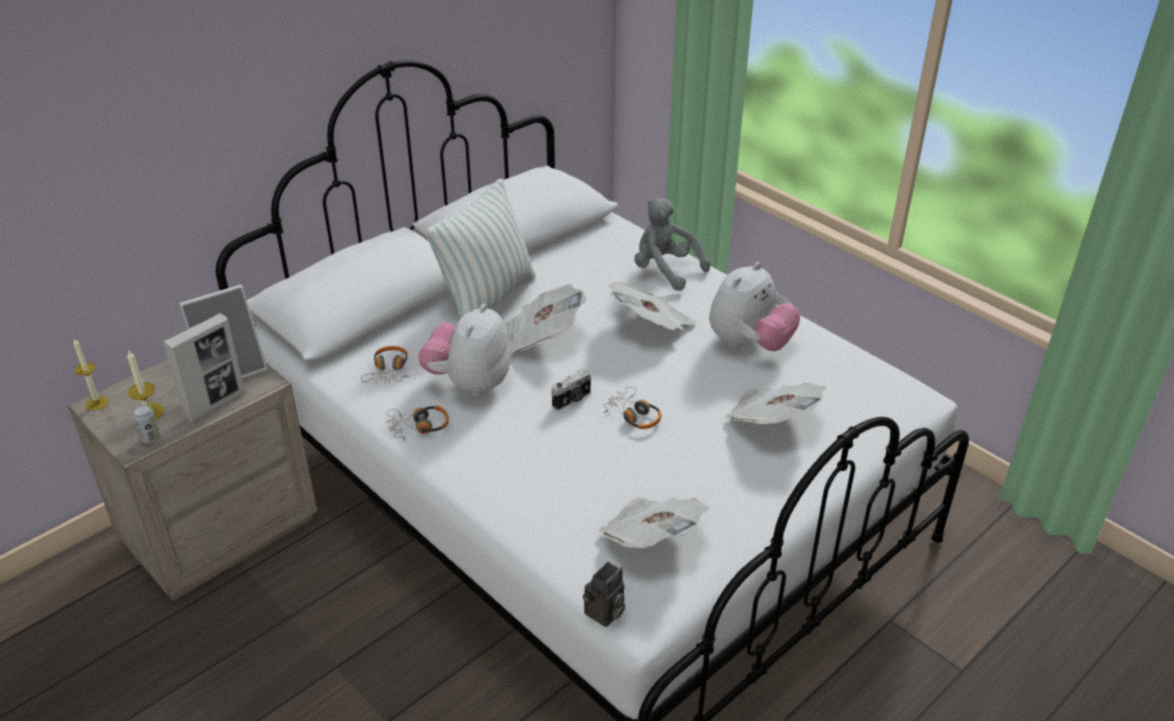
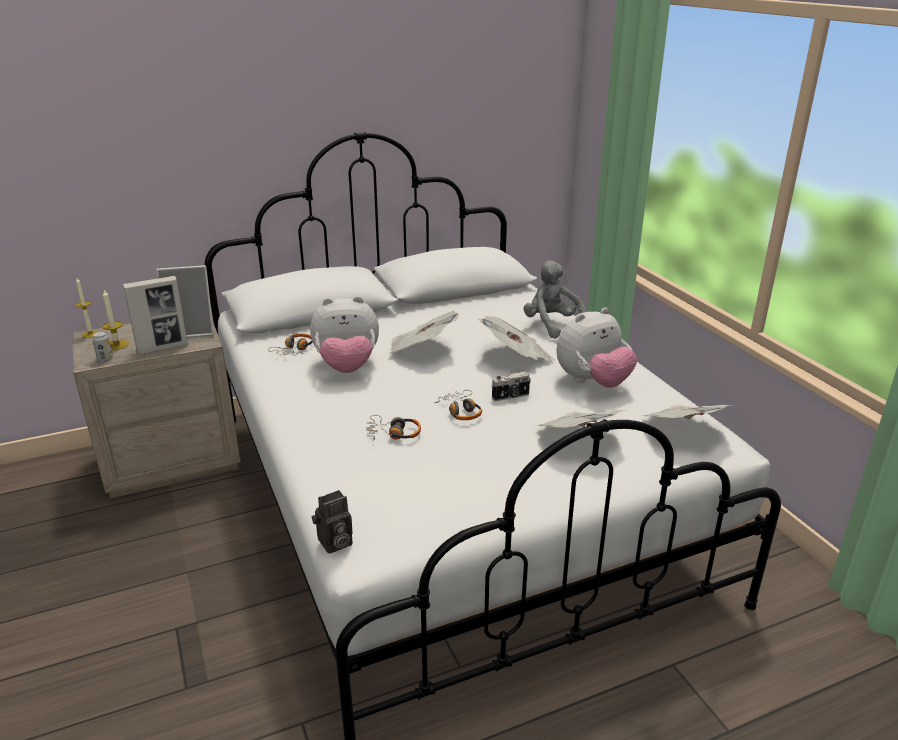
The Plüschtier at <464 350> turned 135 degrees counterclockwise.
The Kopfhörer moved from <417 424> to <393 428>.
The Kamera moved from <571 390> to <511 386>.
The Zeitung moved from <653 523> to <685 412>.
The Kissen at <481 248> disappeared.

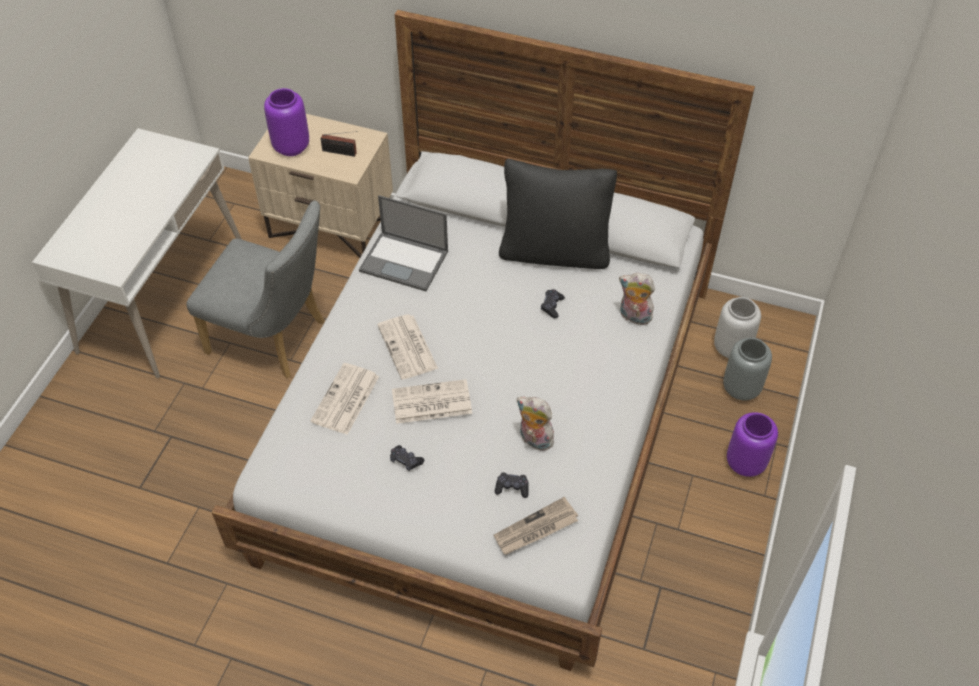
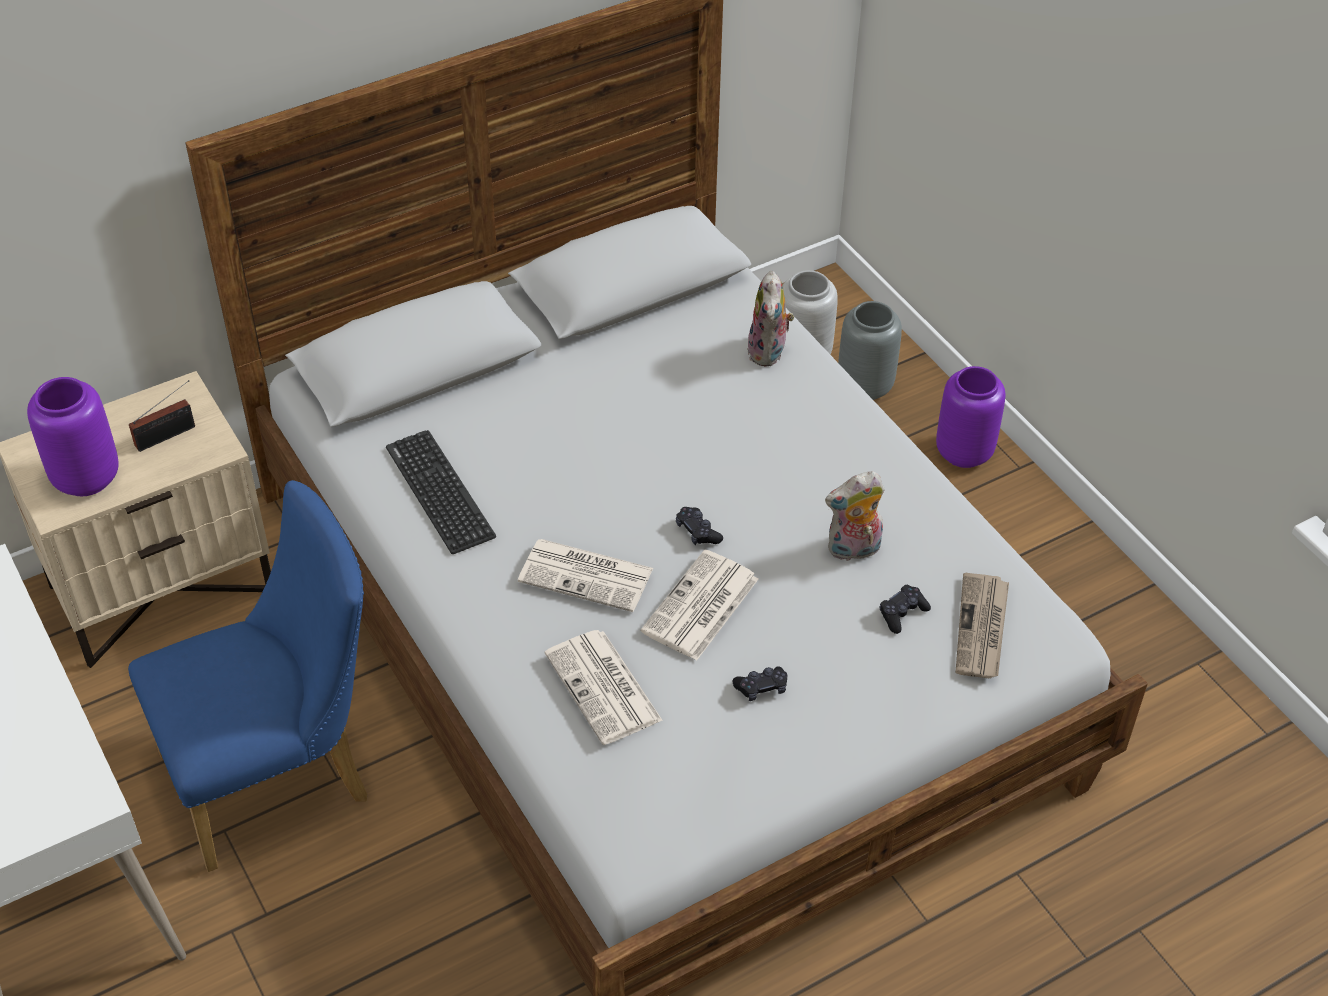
The Stuhl/grau at <255 289> became the Stuhl/blau at <247 676>.
The Laptop at <403 243> was replaced by the Tastatur at <441 492>.
The Gamepad/schwarz moved from <553 303> to <699 526>.
The Plüschtier at <637 299> turned 60 degrees counterclockwise.
The Kissen/schwarz at <558 214> disappeared.

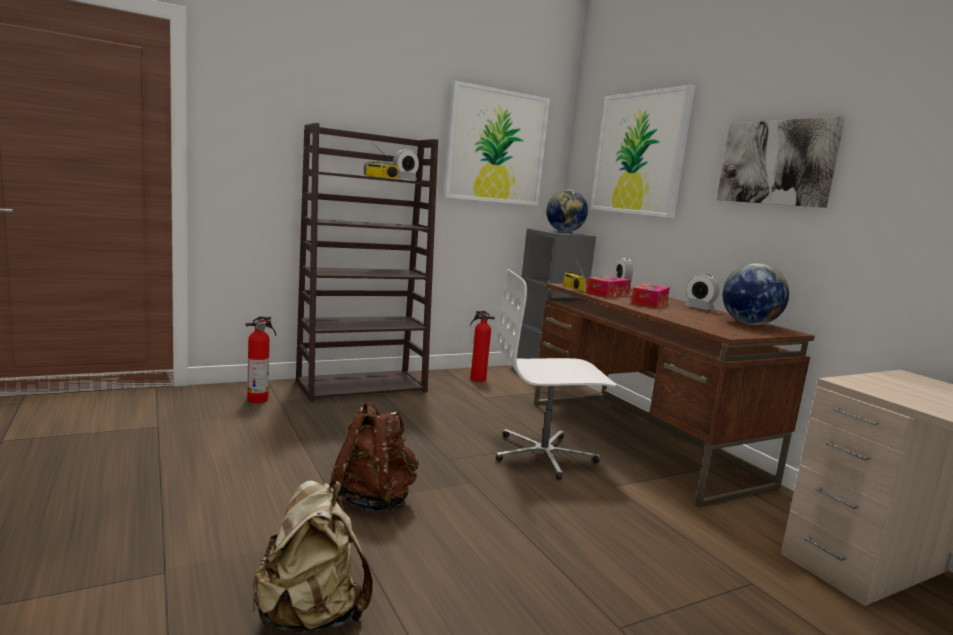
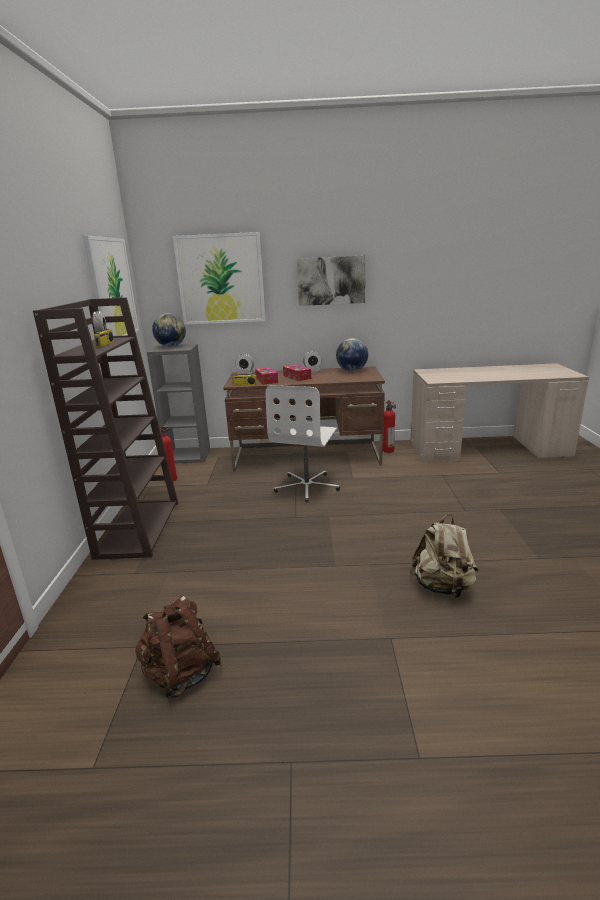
The Rucksack/braun moved from <374 456> to <178 647>.
The Feuerlöscher moved from <260 359> to <389 426>.

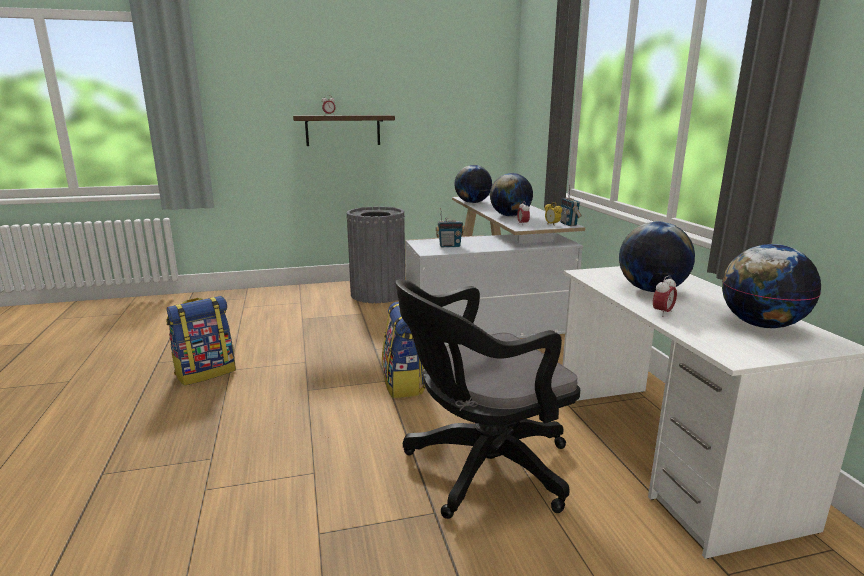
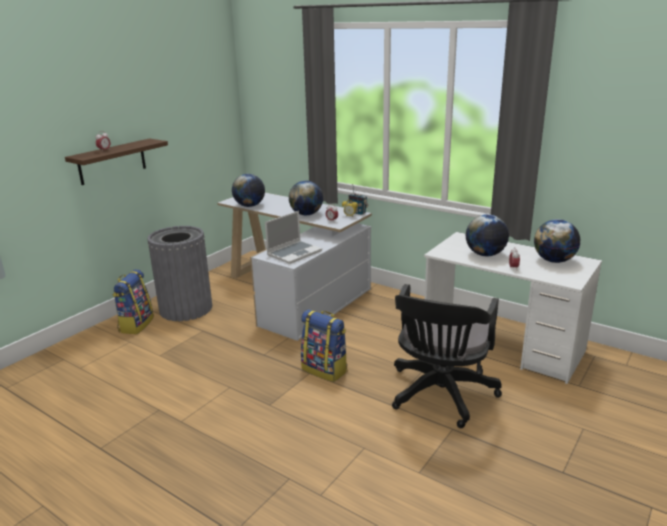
The Rucksack moved from <201 341> to <133 301>.
The Radio at <450 227> was replaced by the Laptop at <293 237>.

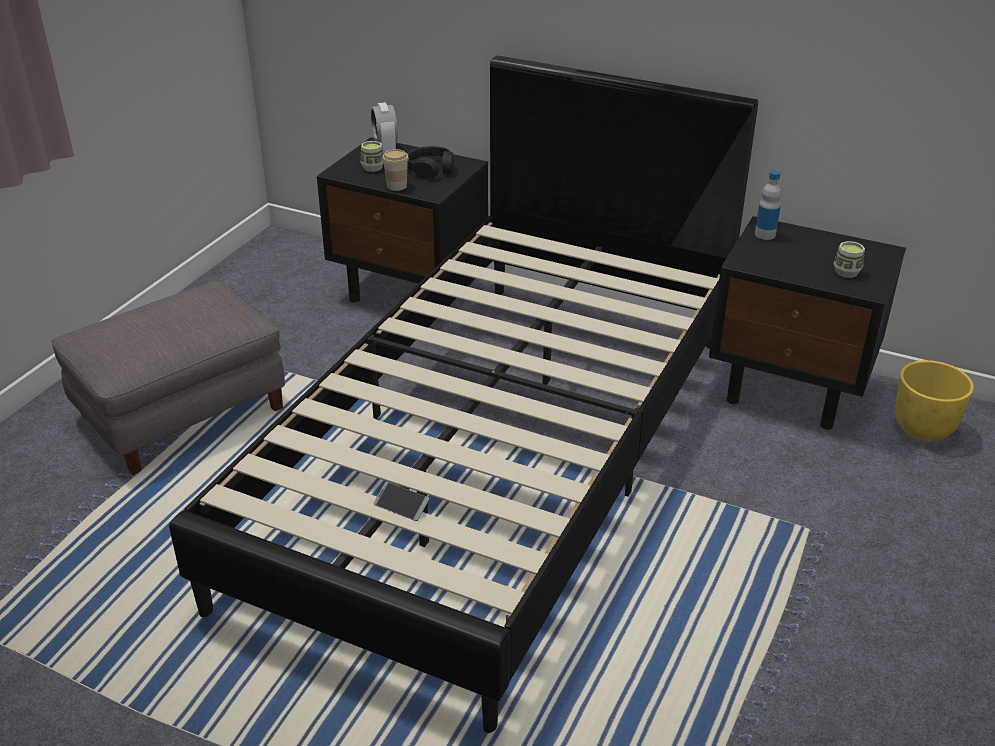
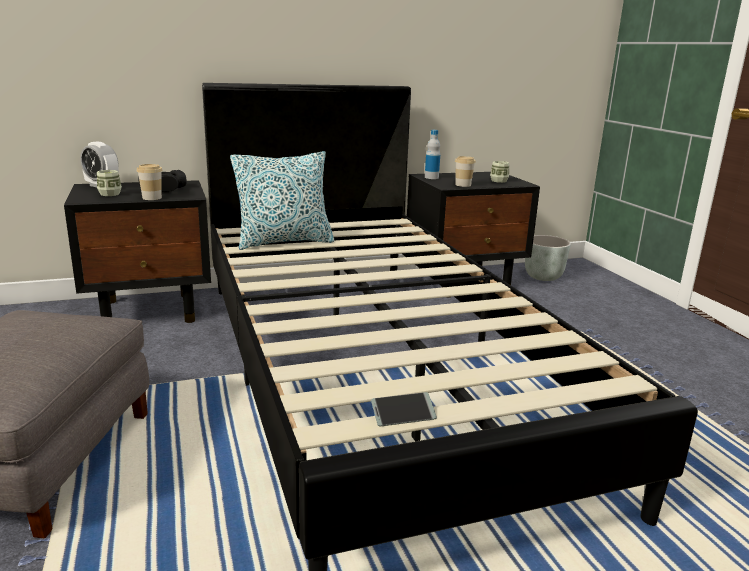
The Kissen at <282 200> appeared.
The Handy moved from <401 501> to <404 409>.
The Tasse at <465 171> appeared.
The Pflanzkübel/gelb at <934 400> became the Pflanzkübel/grau at <548 258>.

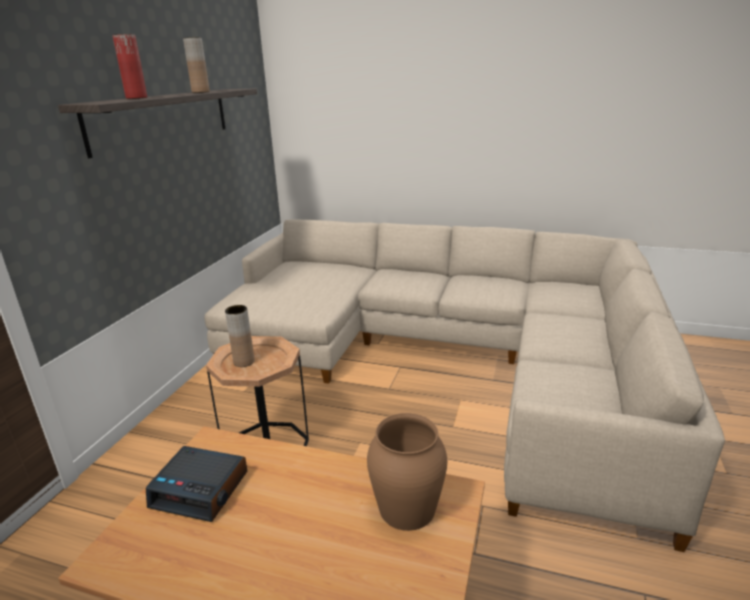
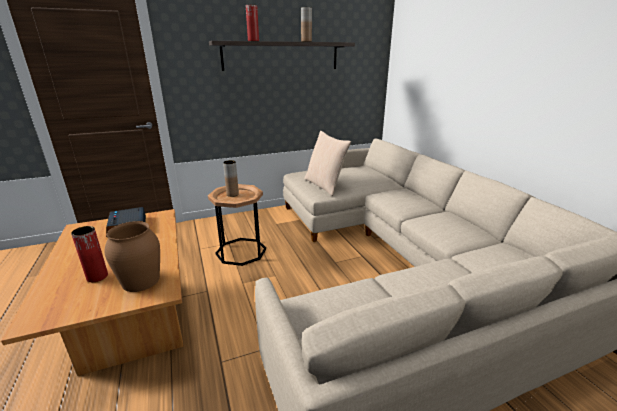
The Vase/rot at <89 254> appeared.
The Kissen/beige at <328 163> appeared.

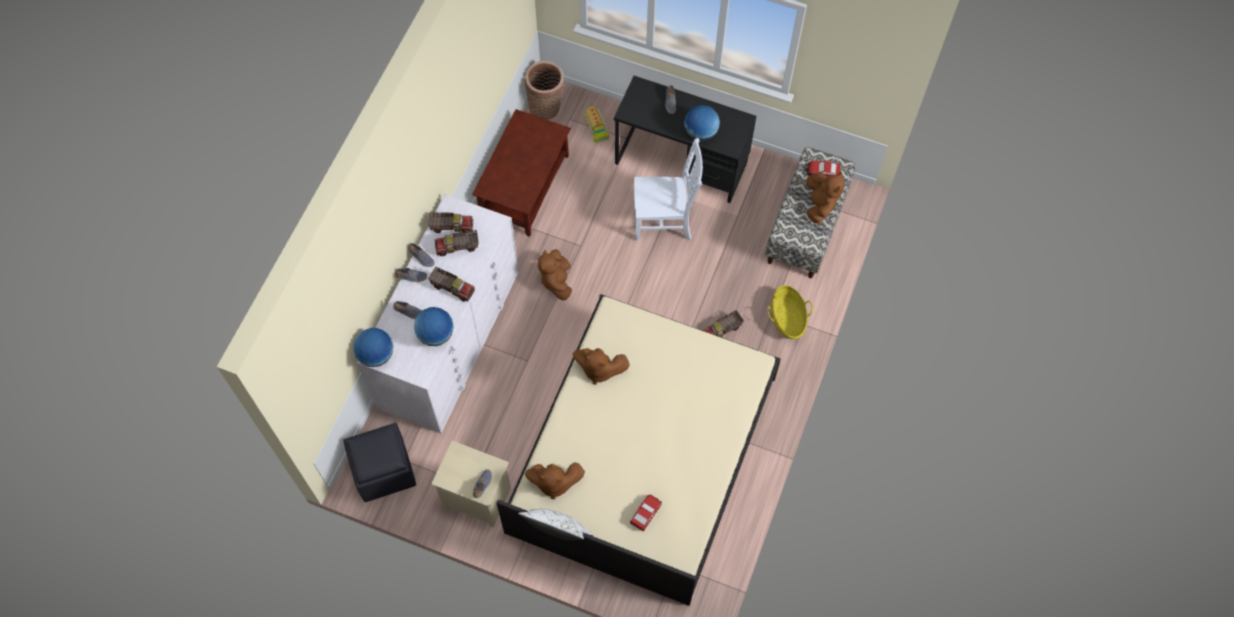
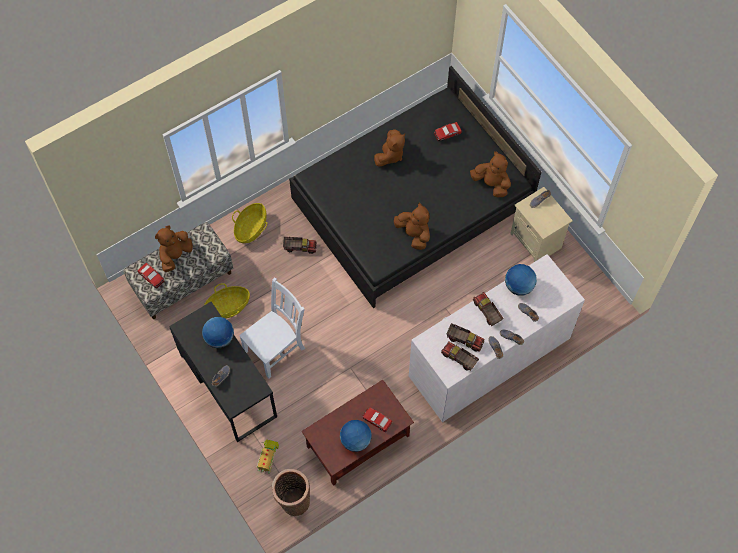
The Korb at <227 301> appeared.
The Stuhl/weiß at <668 189> turned 105 degrees clockwise.
The Bett/beige at <639 450> became the Bett/schwarz at <415 187>.
The Globus moved from <373 347> to <356 436>.
The Spielzeugauto at <377 419> appeared.
The Plüschtier/braun moved from <555 274> to <389 147>.
The Polsterhocker/schwarz at <379 462> disappeared.
The Kissen/weiß at <556 524> disappeared.

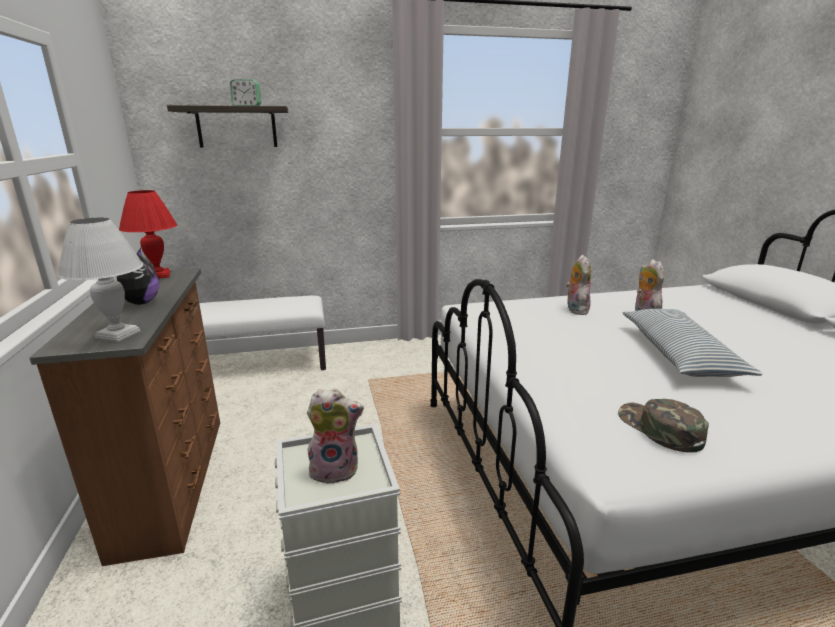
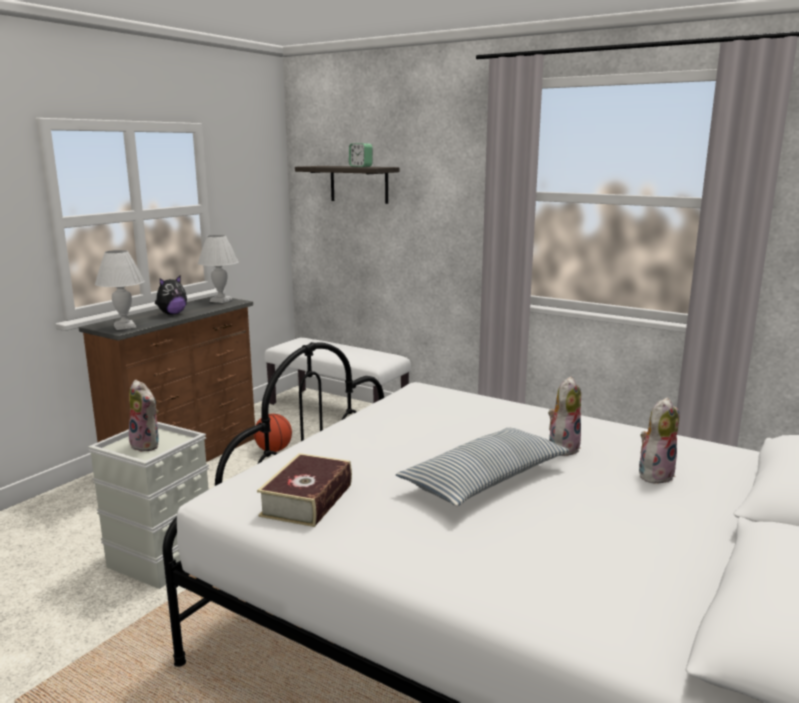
The Tischlampe/rot at <148 234> became the Tischlampe/weiß at <218 269>.
The Basketball at <273 433> appeared.
The Kappe/grün at <663 426> was replaced by the Buch at <304 490>.
The Plüschtier moved from <578 285> to <659 441>.

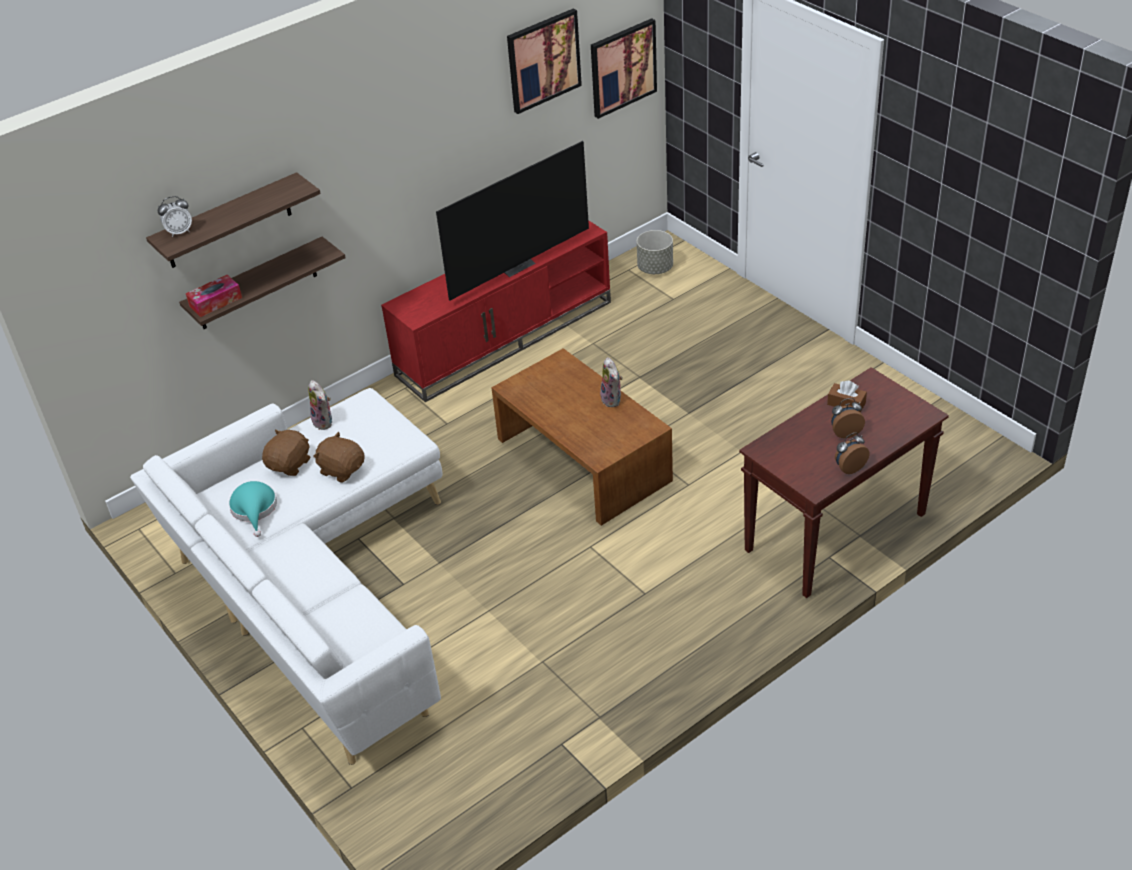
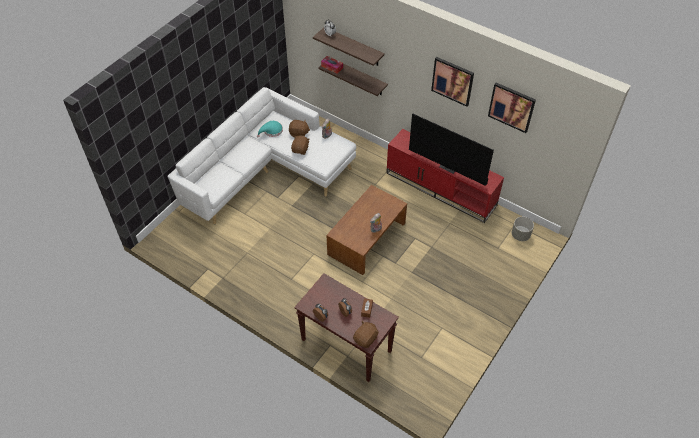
The Plüschtier/braun at <366 334> appeared.
The Bild moved from <624 68> to <452 82>.

